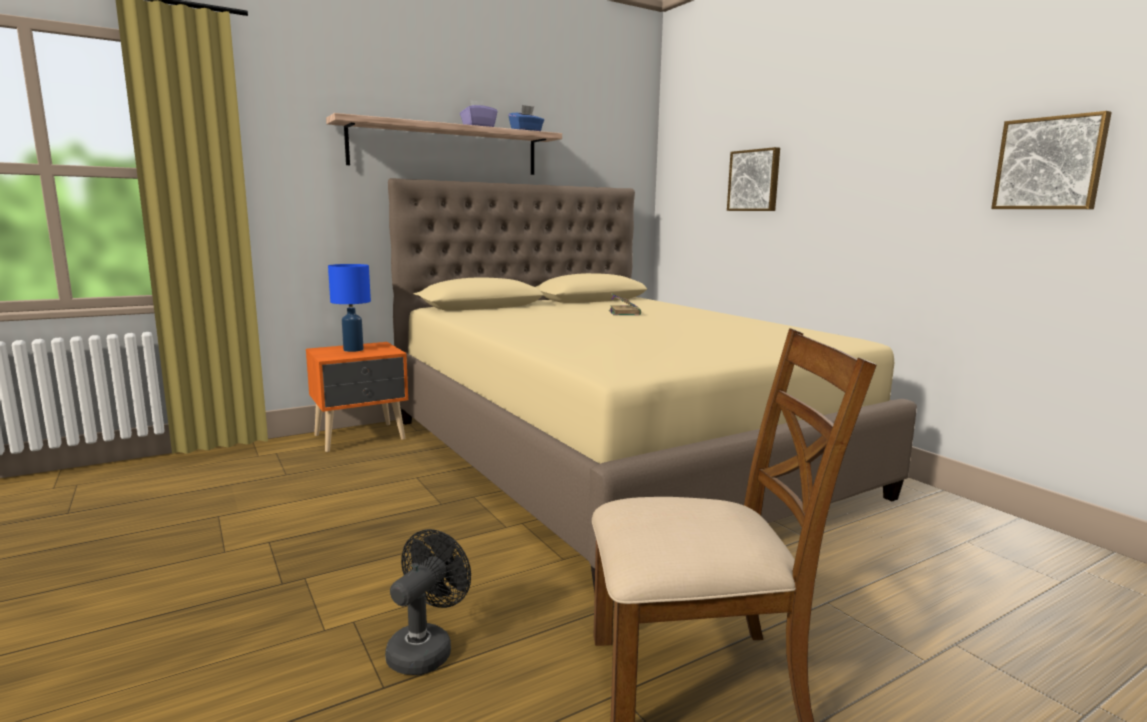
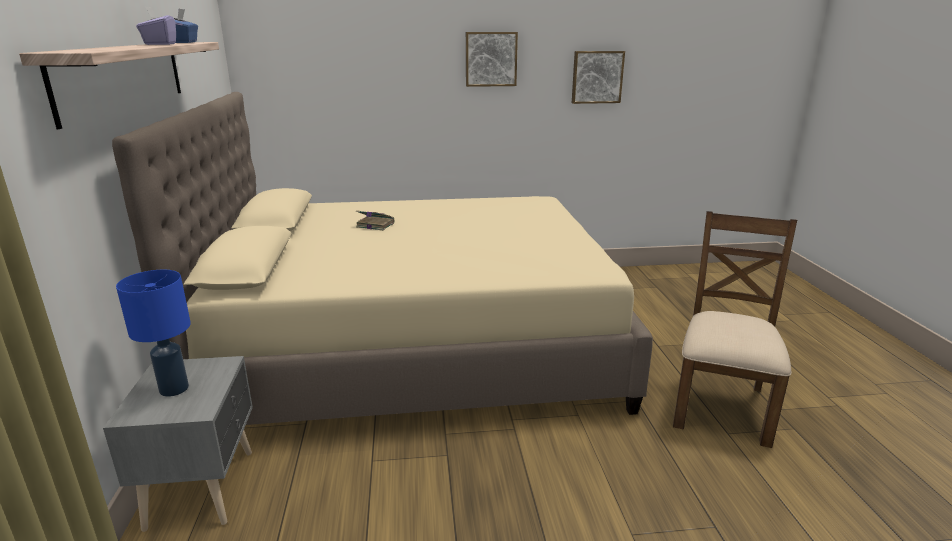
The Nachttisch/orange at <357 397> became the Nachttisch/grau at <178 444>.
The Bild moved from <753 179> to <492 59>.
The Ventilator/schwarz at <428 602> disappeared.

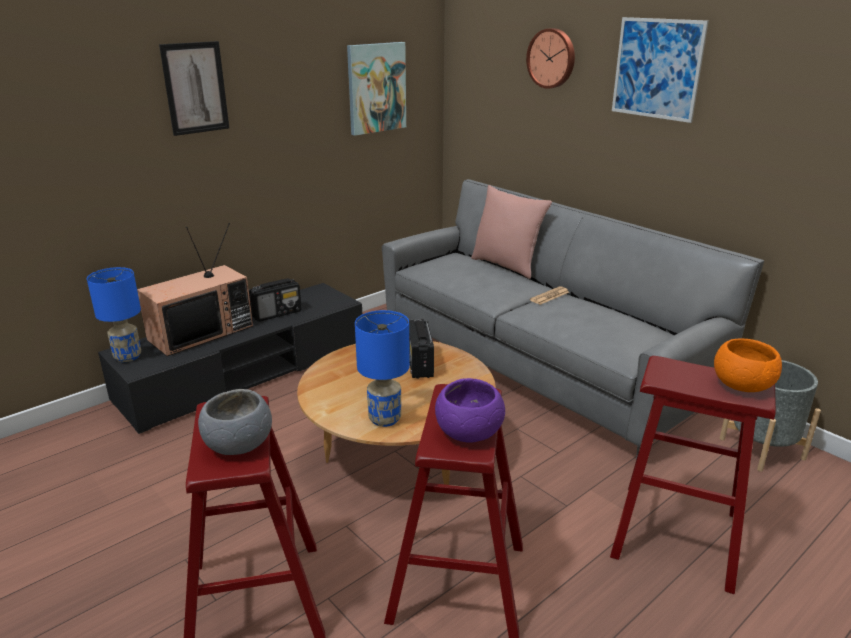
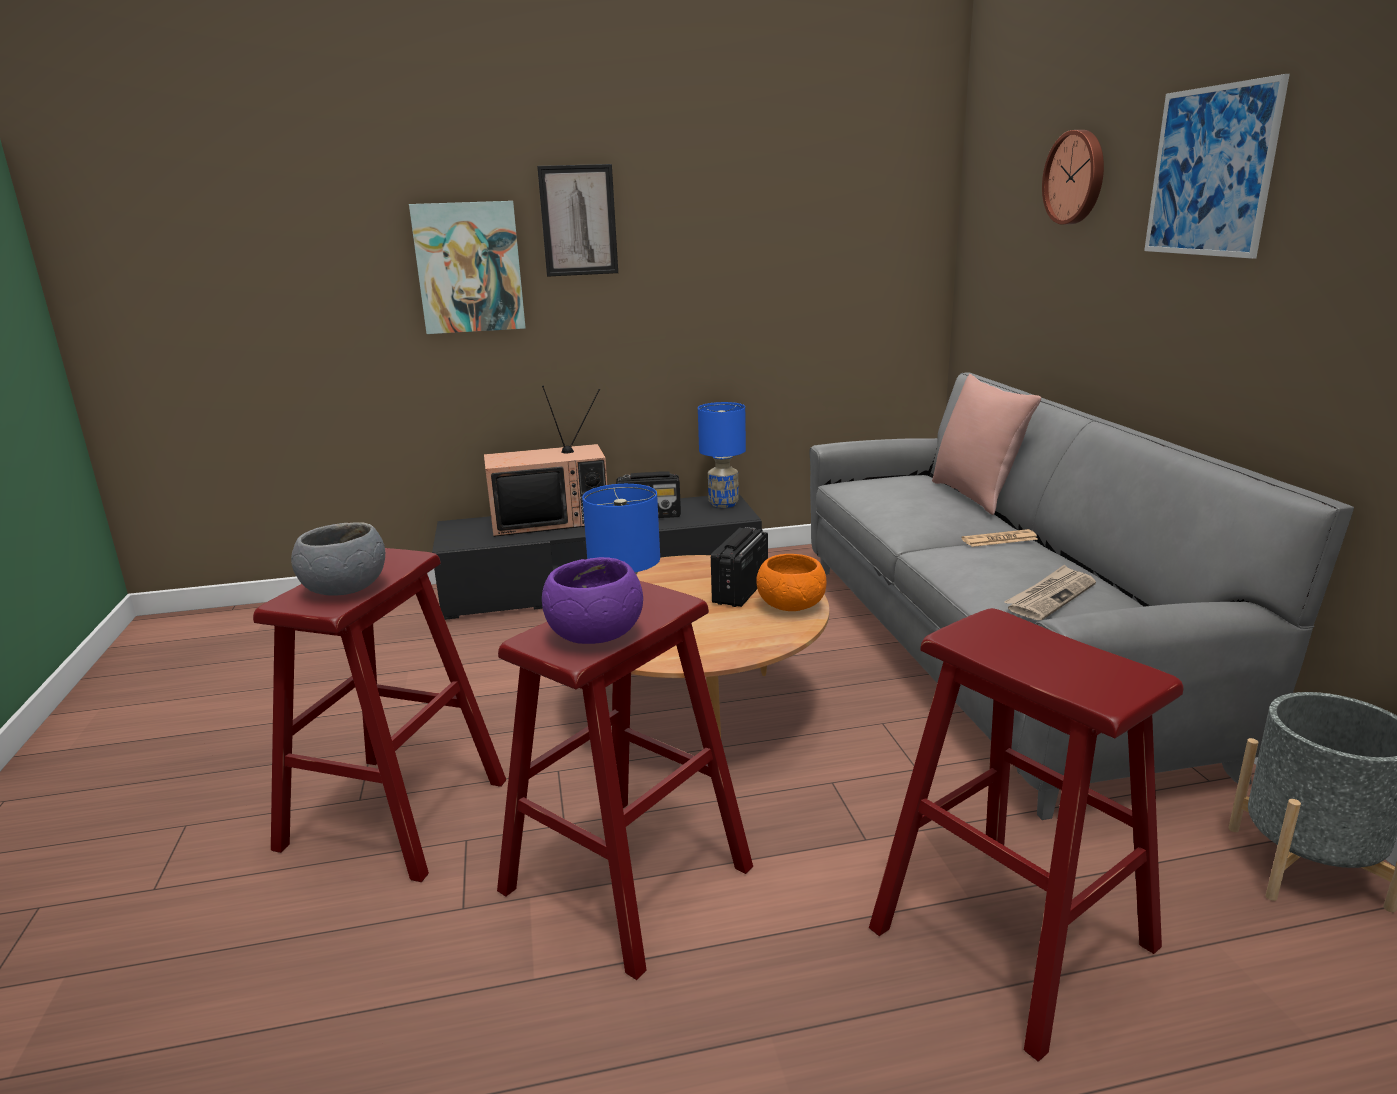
The Bild moved from <376 89> to <467 267>.
The Tischlampe/blau moved from <114 314> to <722 455>.
The Schüssel/orange moved from <748 365> to <791 582>.
The Zeitung at <1050 592> appeared.

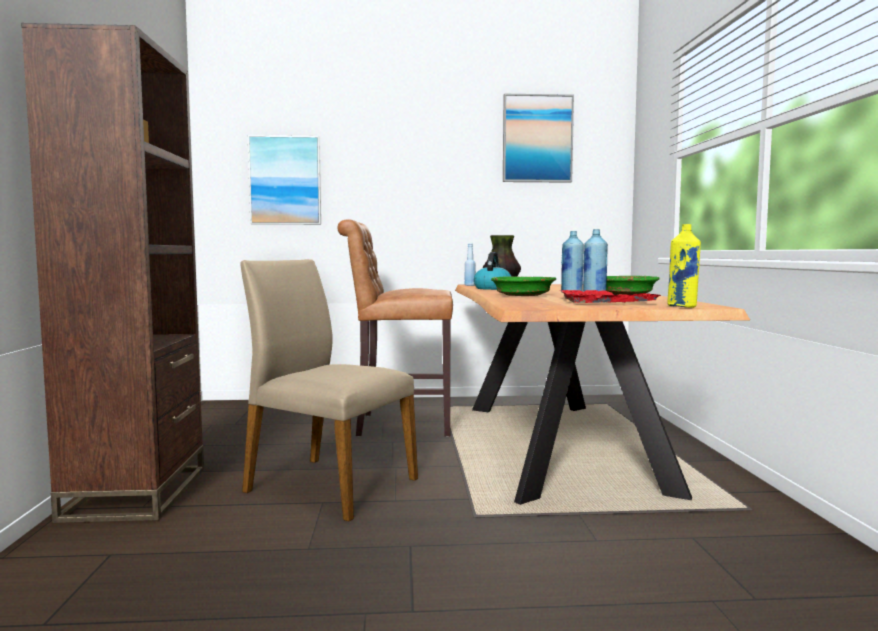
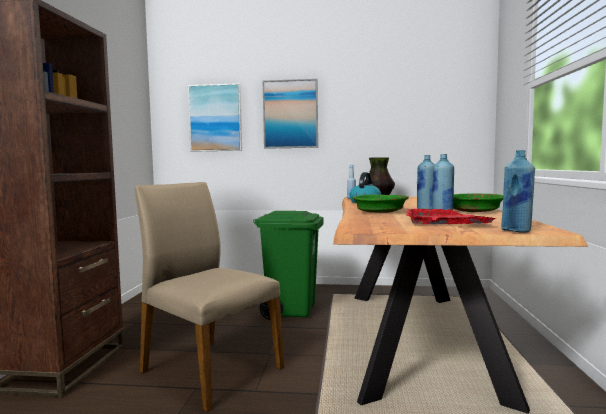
The Hocker/braun at <395 328> was replaced by the Mülleimer/grün at <288 265>.
The Bild moved from <538 138> to <290 114>.
The Flasche/gelb at <684 266> became the Flasche/blau at <518 191>.

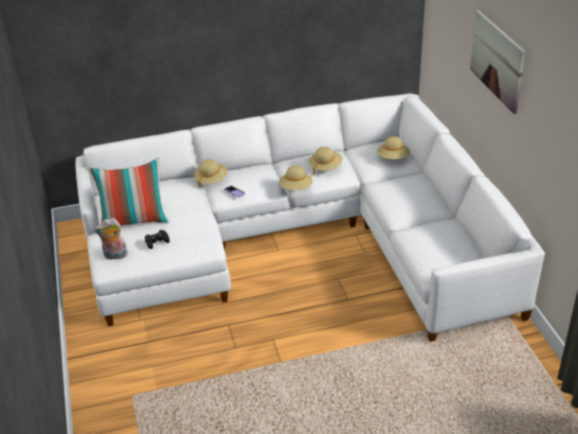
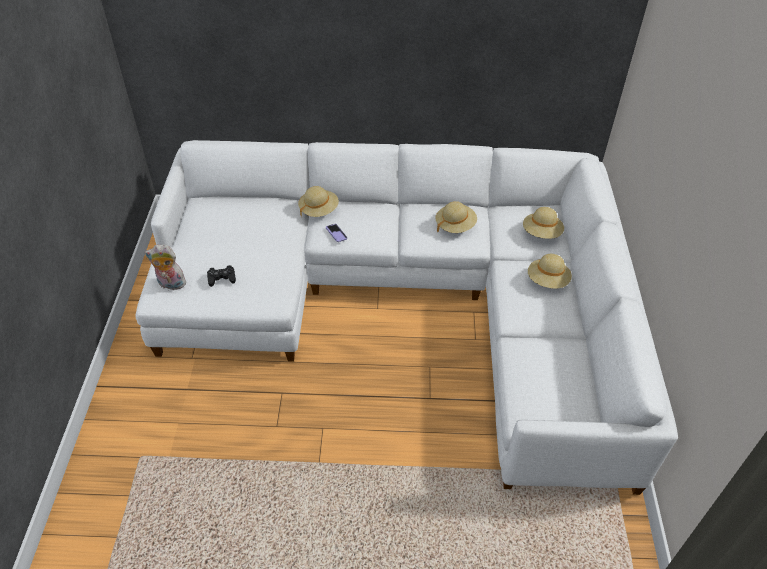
The Hut/beige moved from <296 178> to <550 271>.
The Kissen at <129 192> disappeared.
The Bild at <498 62> disappeared.

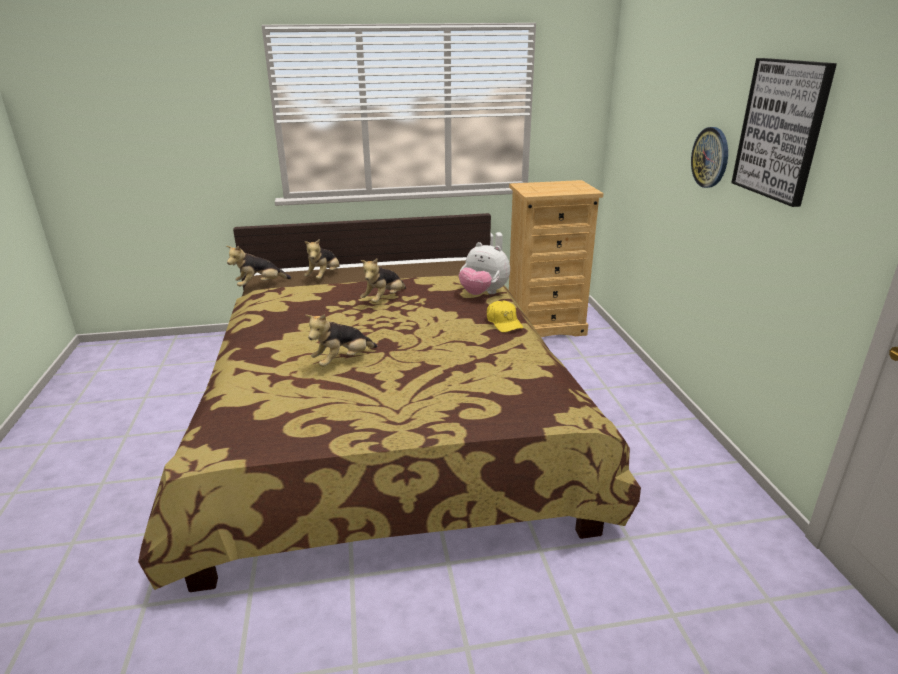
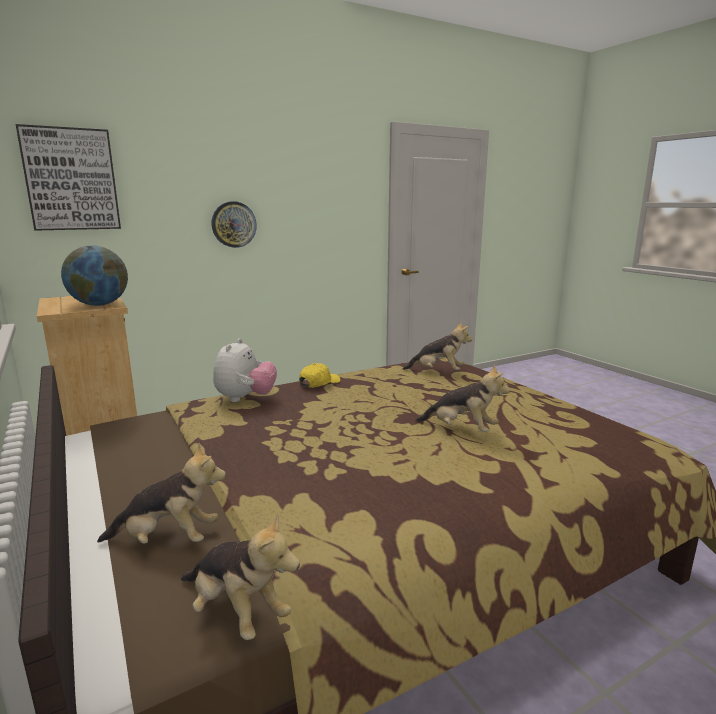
The Bild moved from <784 132> to <68 177>.
The Globus at <94 276> appeared.
The Plüschtier moved from <383 281> to <437 346>.

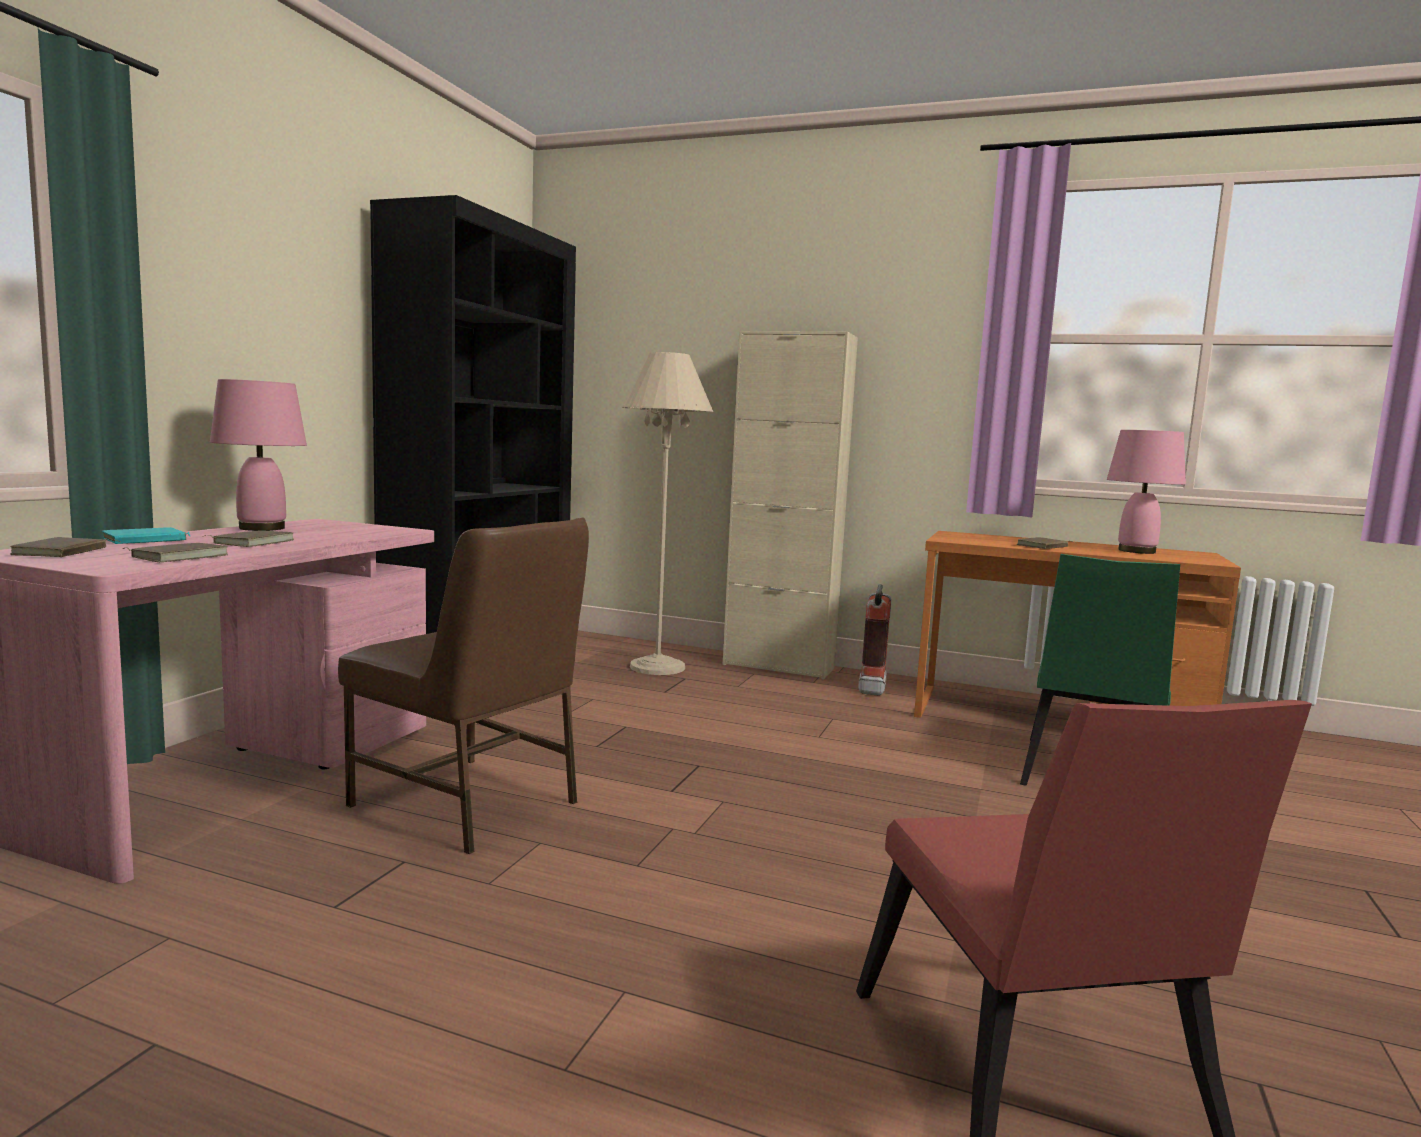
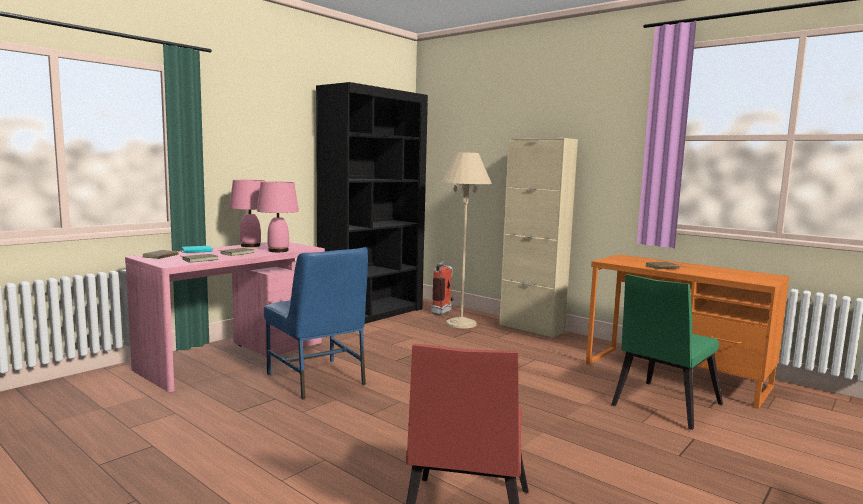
The Tischlampe/rosa moved from <1146 492> to <278 216>.
The Stuhl/braun at <463 686> became the Stuhl/blau at <316 323>.
The Feuerlöscher moved from <874 639> to <442 288>.

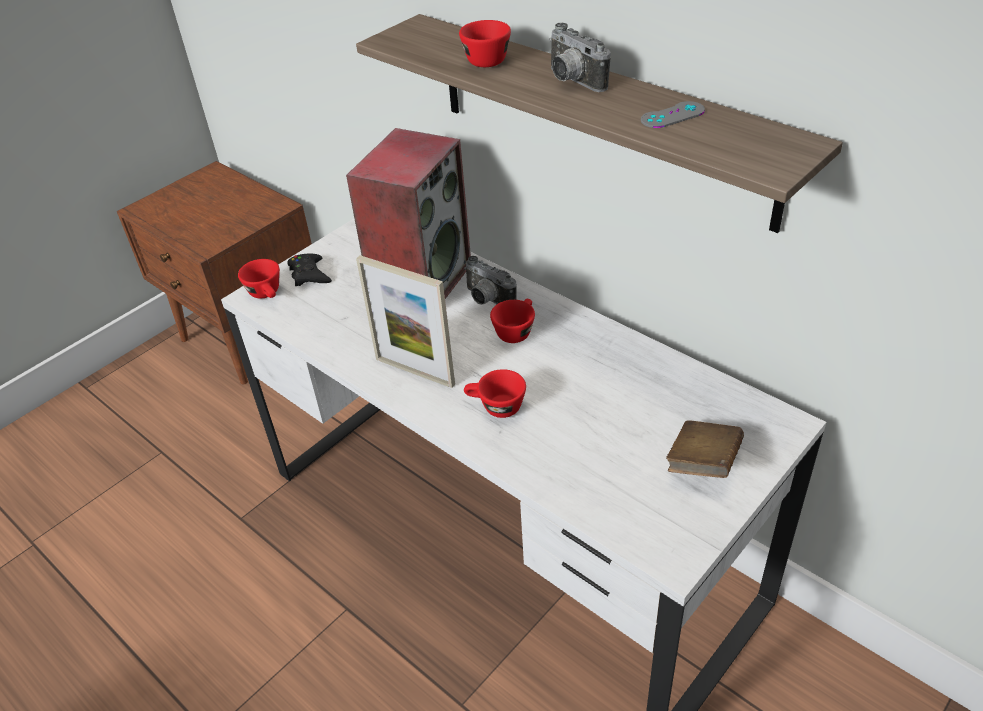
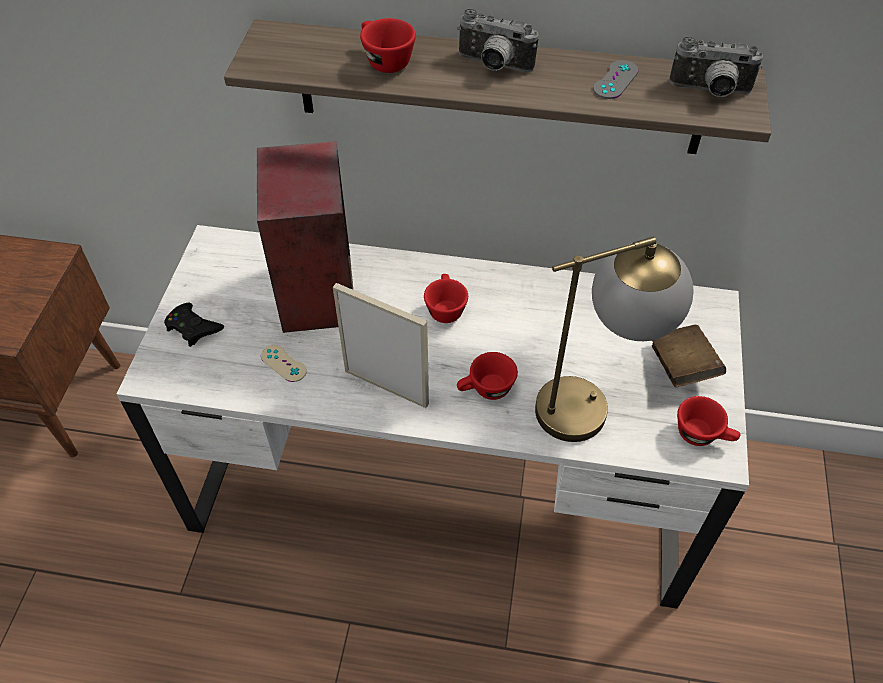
The Gamepad/beige at <284 363> appeared.
The Bilderrahmen at <405 321> turned 150 degrees counterclockwise.
The Tischlampe at <614 339> appeared.
The Kamera moved from <490 280> to <716 67>.
The Tasse/rot moved from <259 278> to <709 421>.

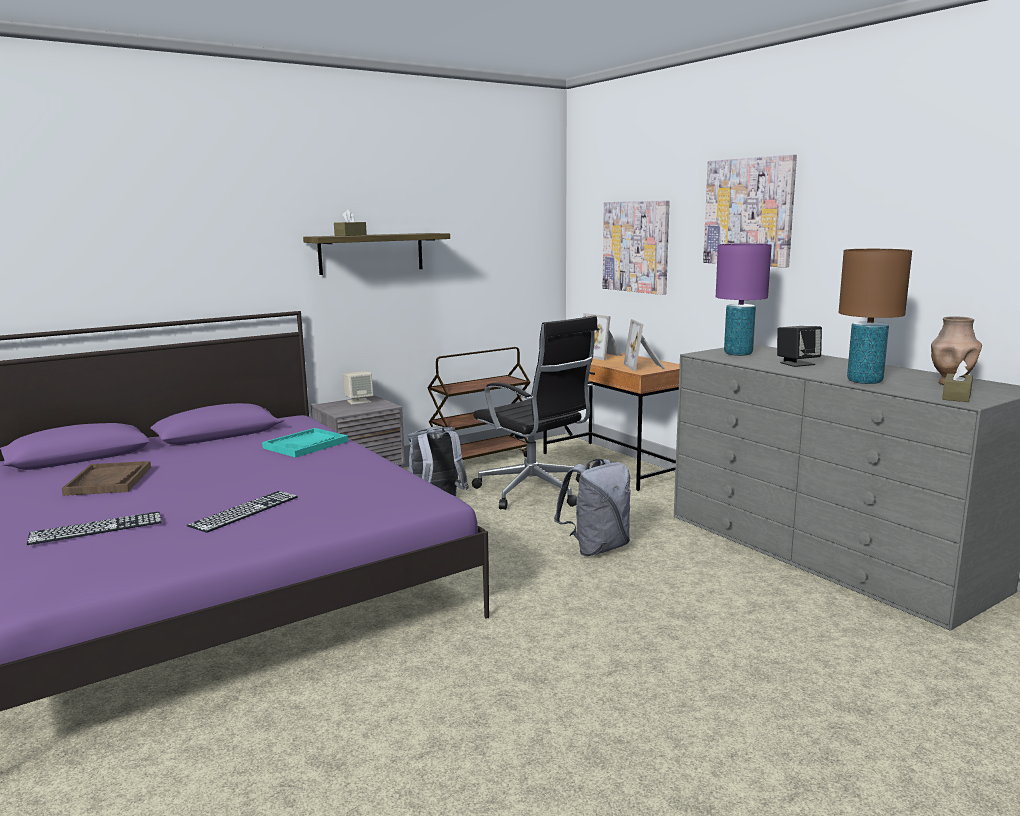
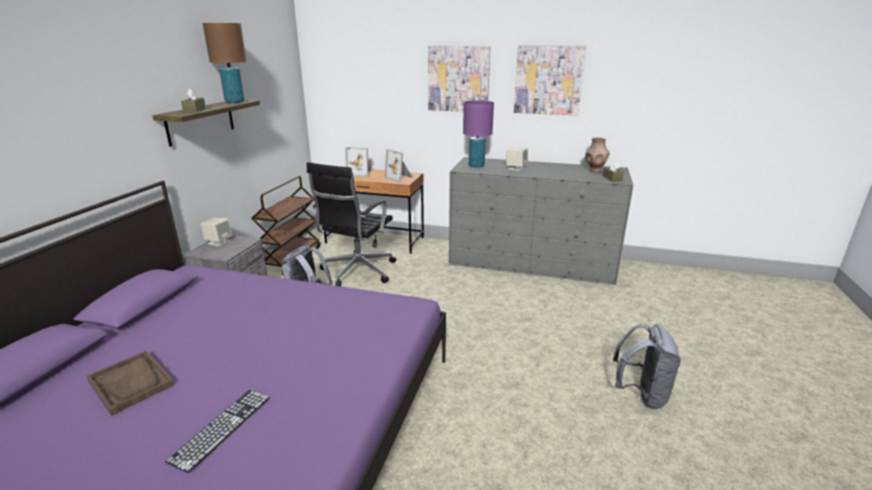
The Tischlampe/braun moved from <875 316> to <224 63>.
The Bürostuhl/schwarz at <535 412> turned 105 degrees clockwise.
The Lautsprecher/schwarz at <799 346> became the Lautsprecher/beige at <517 159>.
The Bild moved from <636 247> to <550 80>.
The Rucksack/grau moved from <592 507> to <647 366>.
The Tastatur at <242 512> disappeared.
The Tablett/türkis at <305 443> disappeared.

